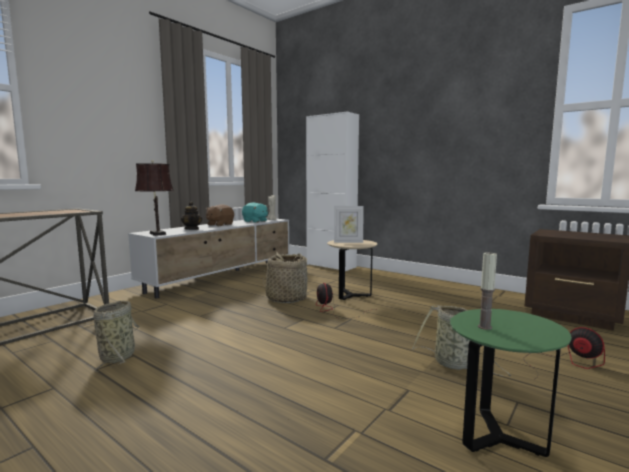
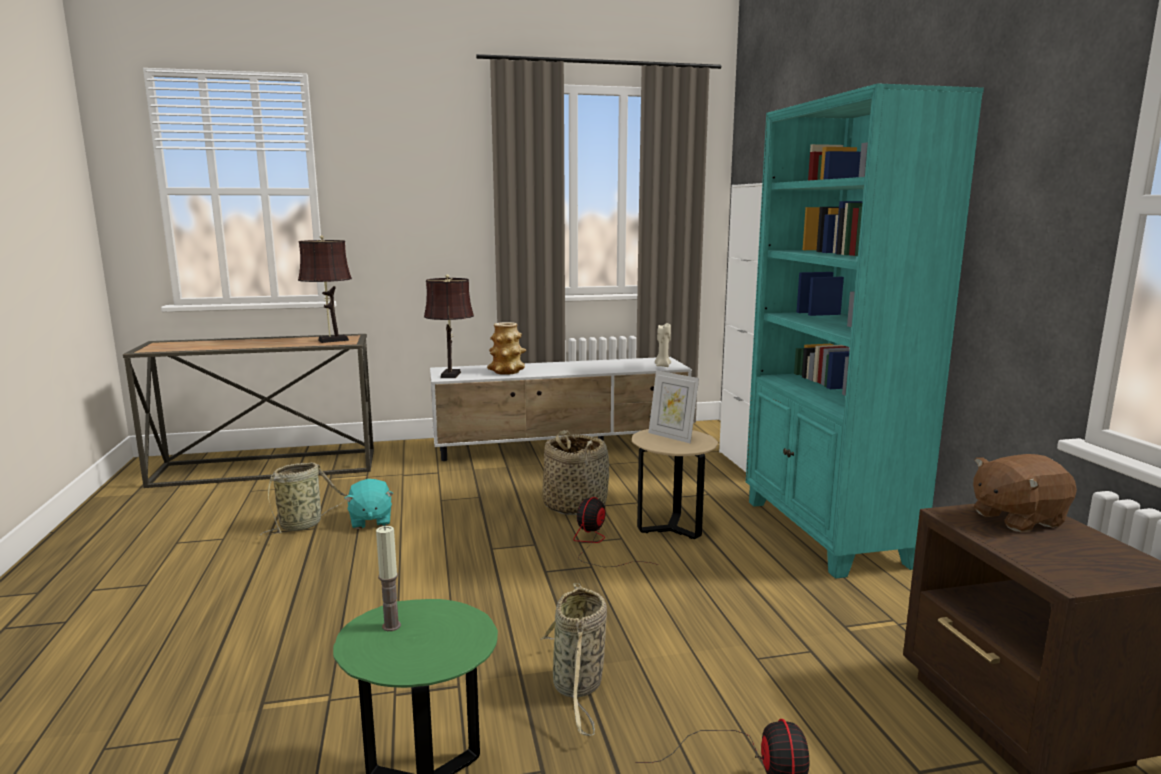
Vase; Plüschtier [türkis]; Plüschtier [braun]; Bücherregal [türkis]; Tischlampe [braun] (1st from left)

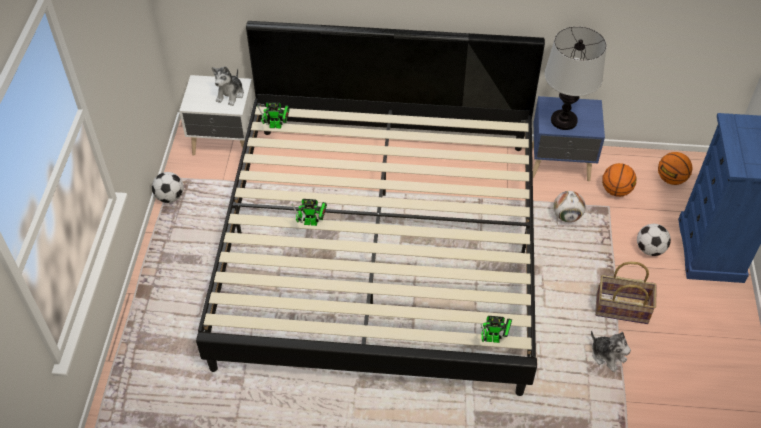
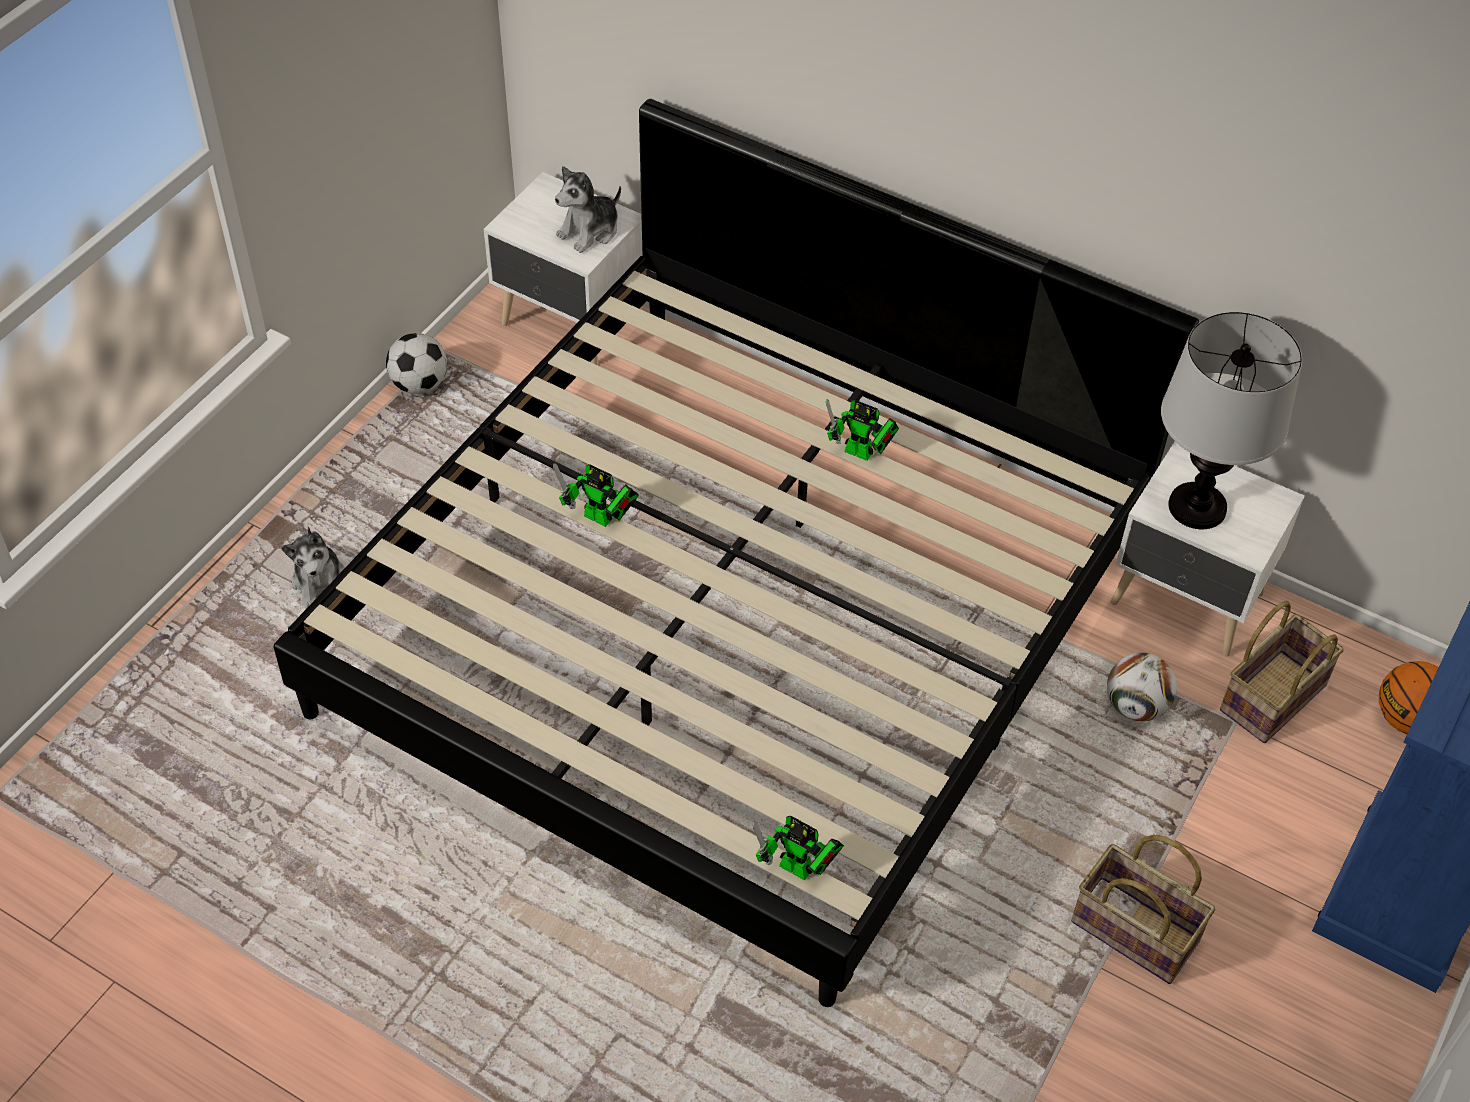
Nachttisch [weiß] (2nd from left); Spielzeugroboter (3rd from left); Korb (2nd from left); Fußball (3rd from left in the first image); Plüschtier (1st from left)

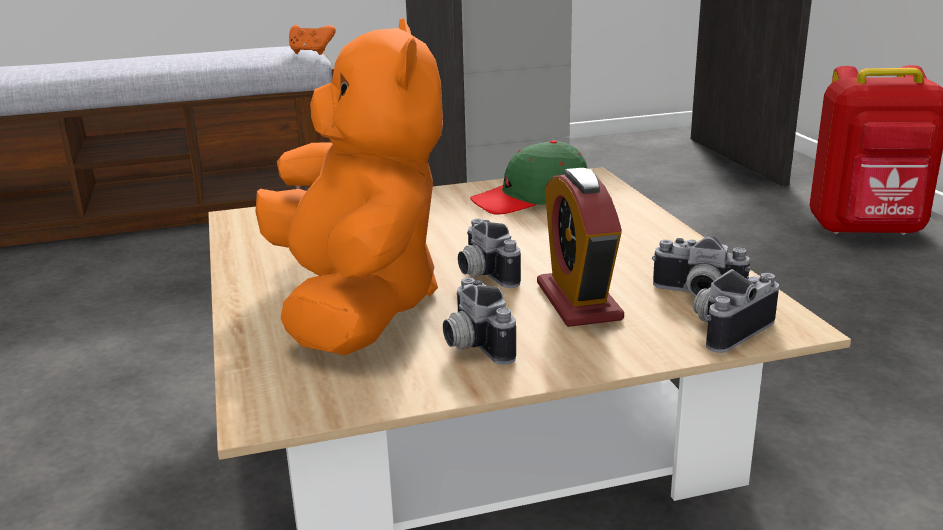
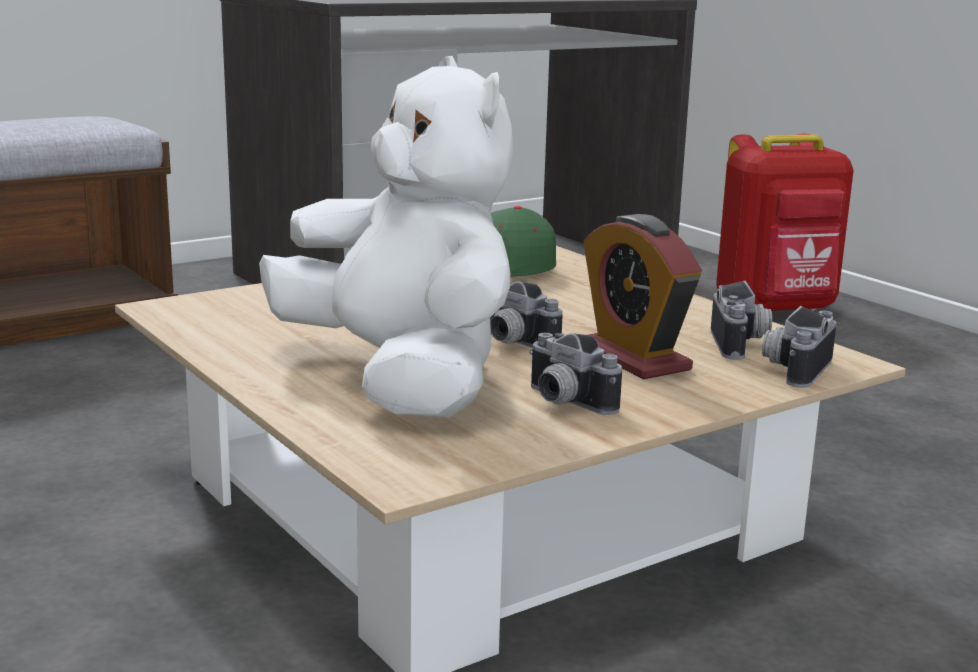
Plüschtier [weiß]; Gamepad [orange]; Kamera (3rd from left)

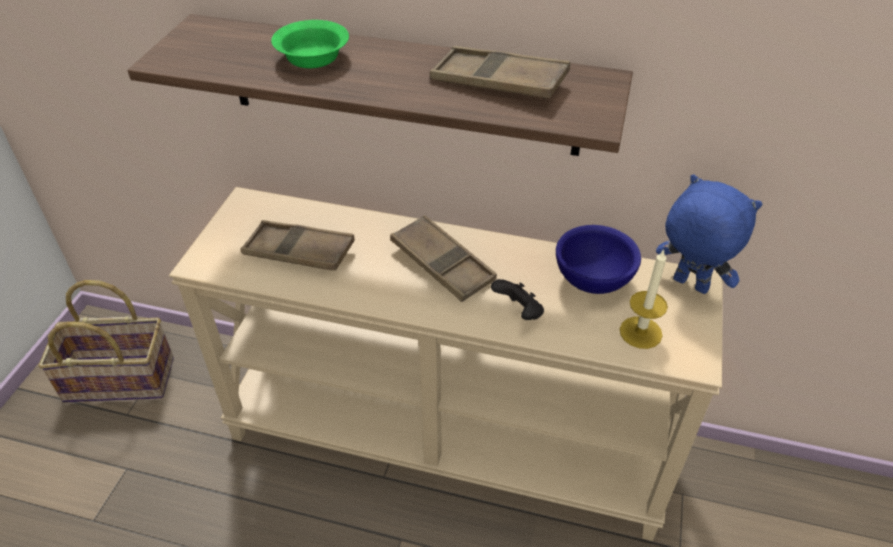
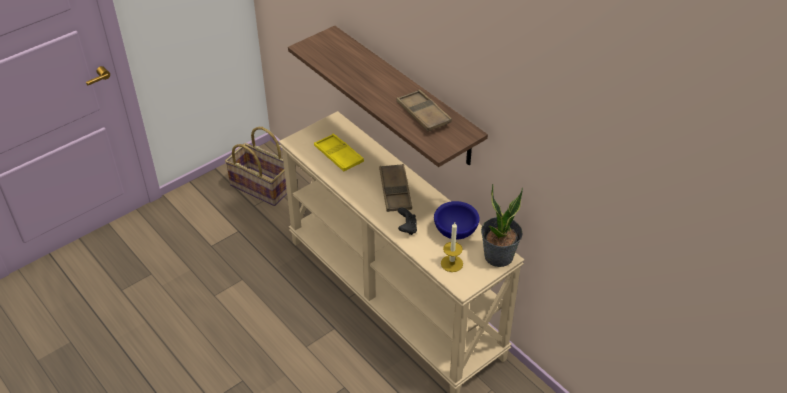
Schüssel [grün]; Topfpflanze; Tablett [gelb]

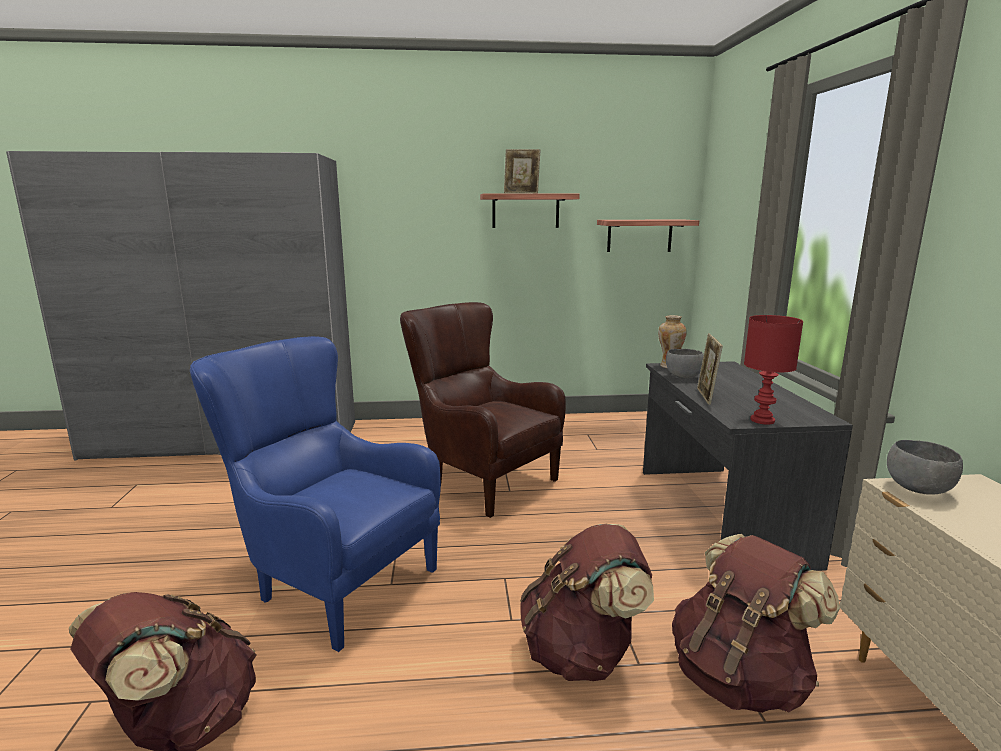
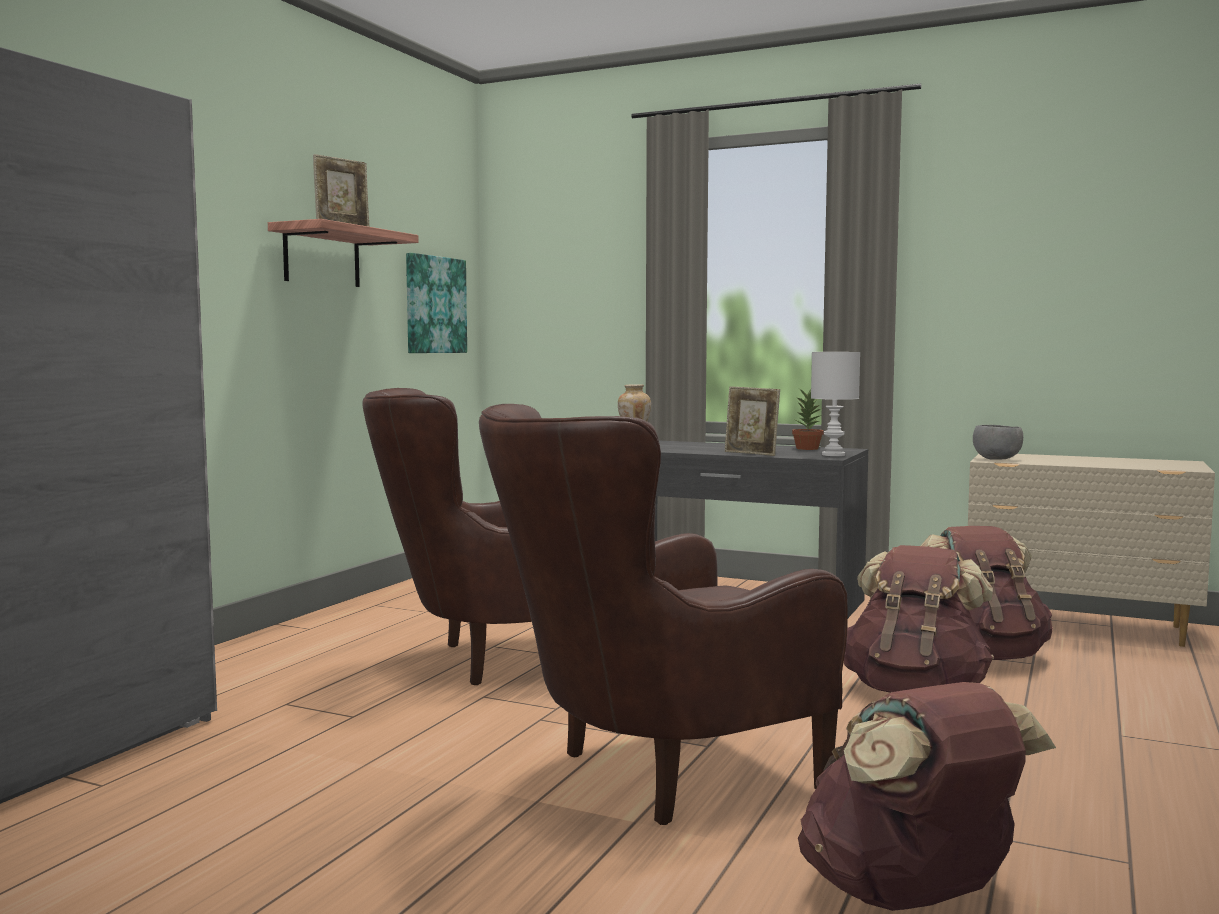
Bild; Tischlampe [weiß]; Sessel [braun] (2nd from left); Schüssel [grau] (1st from left in the first image); Topfpflanze

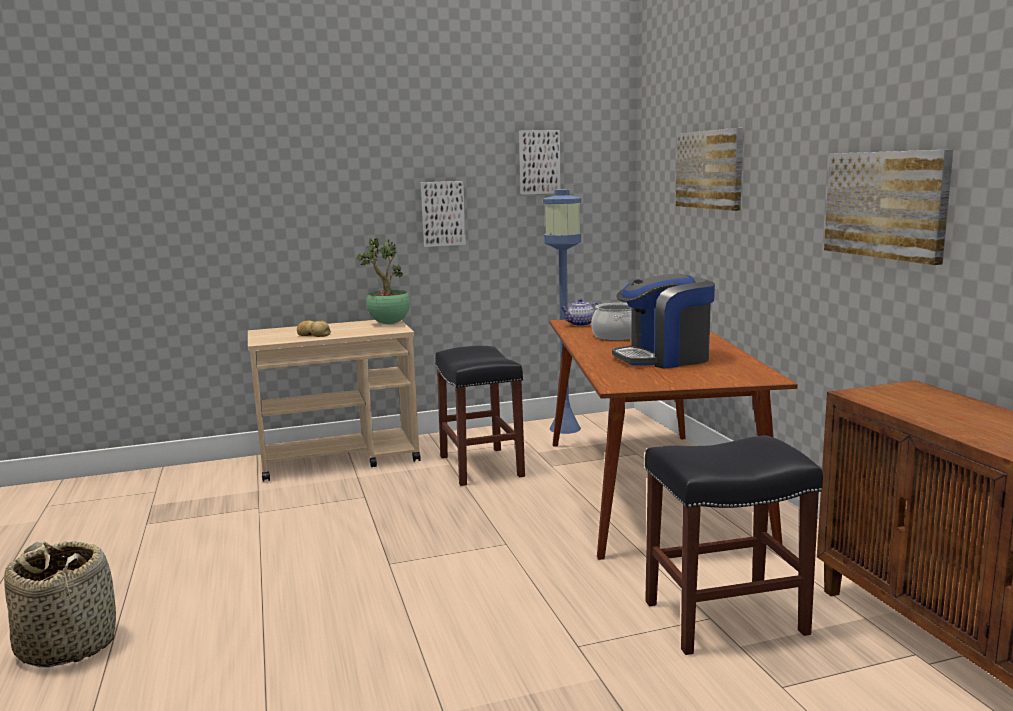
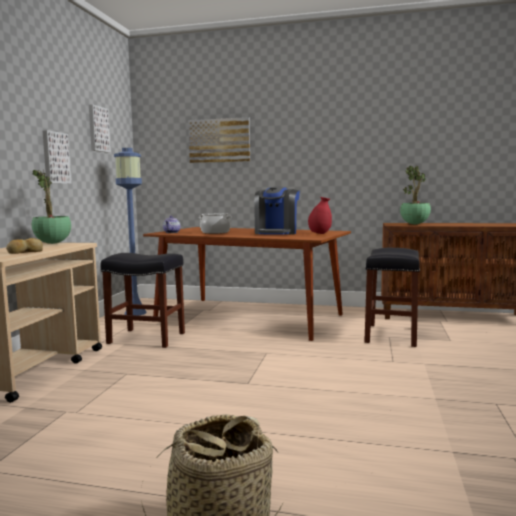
Bild (4th from left in the first image); Topfpflanze (2nd from left); Vase [rot]

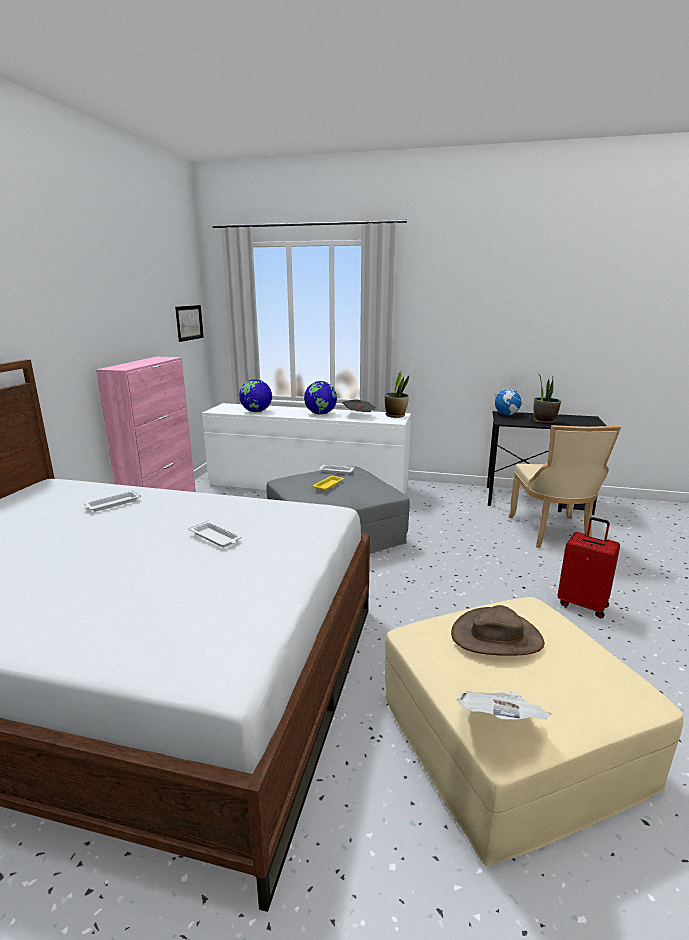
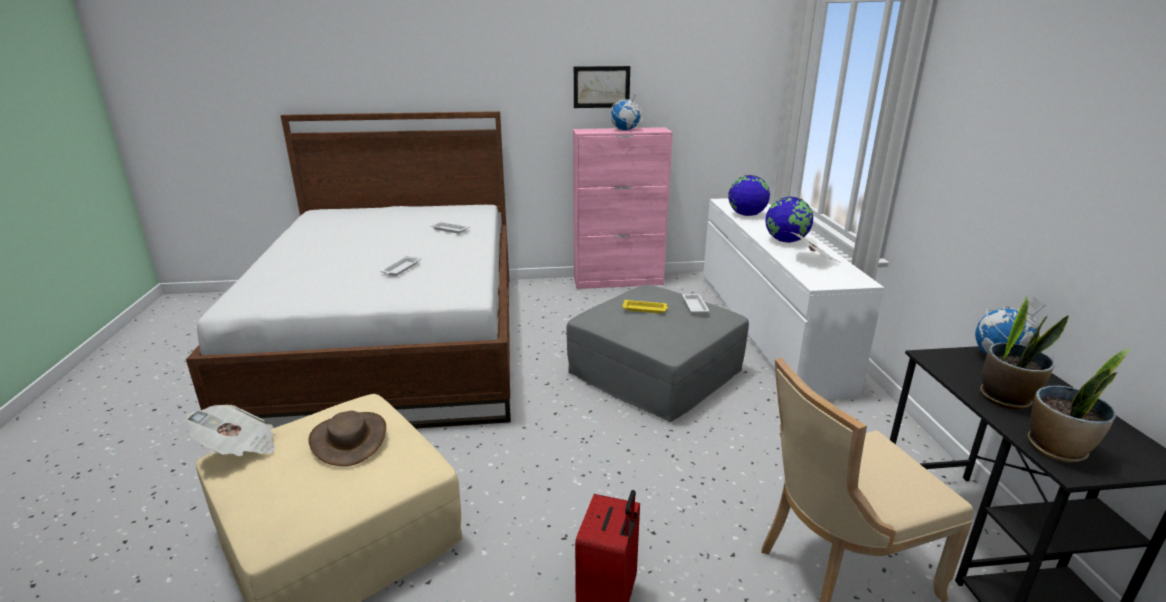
Bild; Topfpflanze (2nd from left); Globus (1st from left)

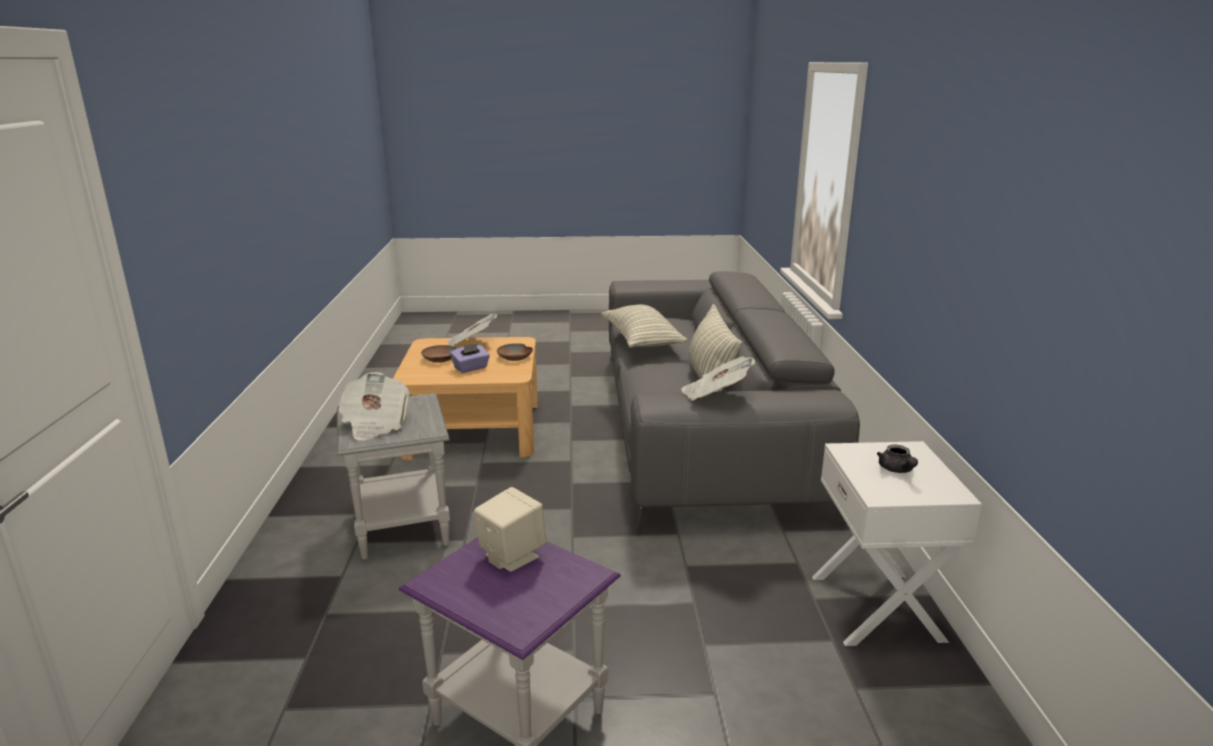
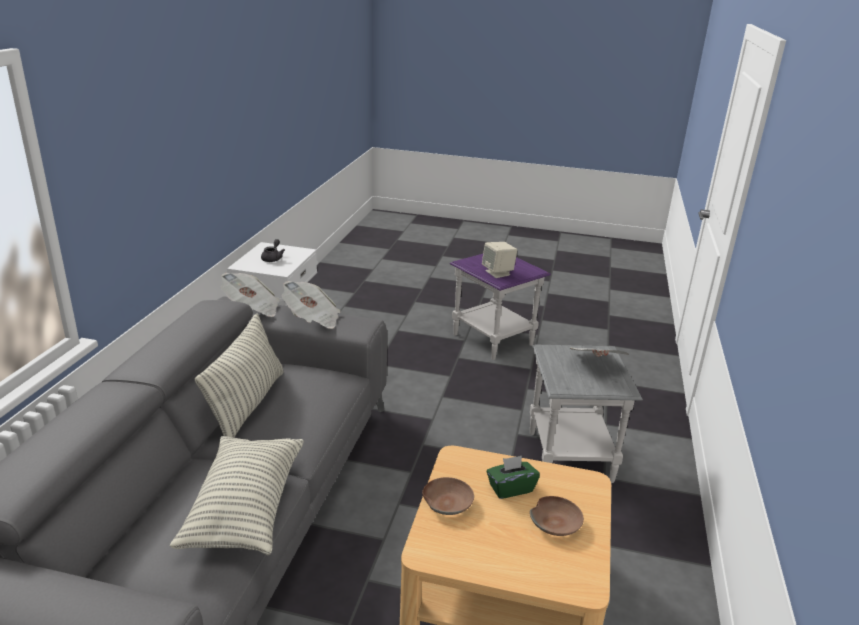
Zeitung (1st from left); Taschentuchbox [grün]

